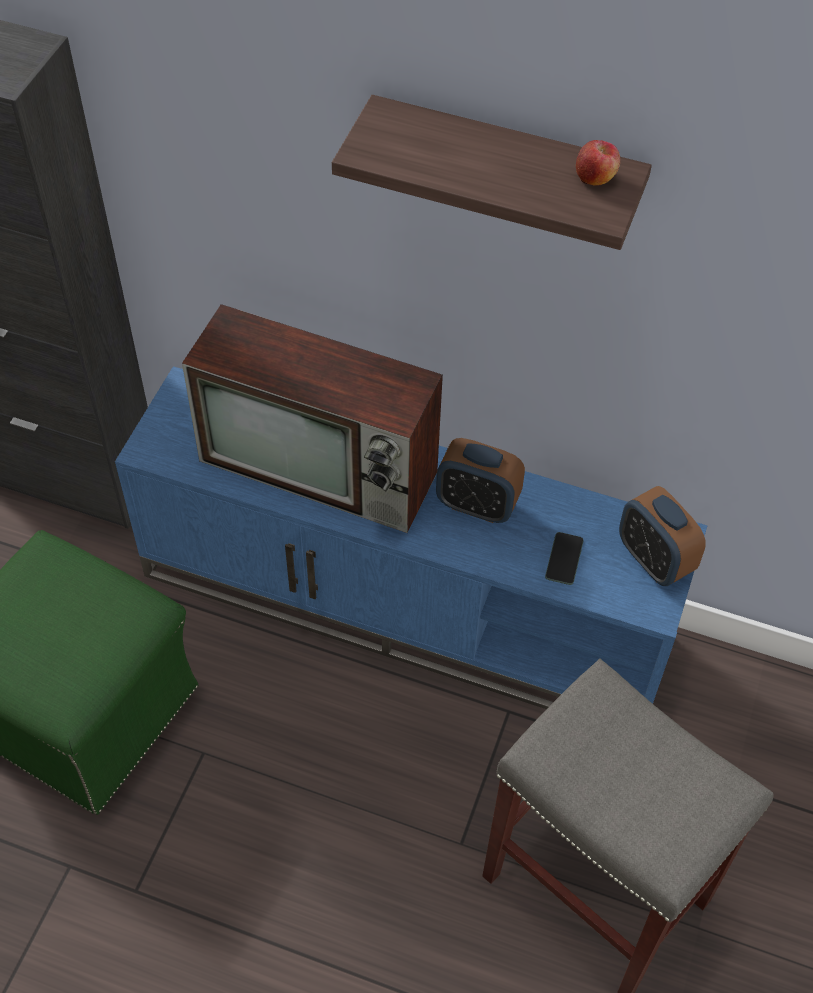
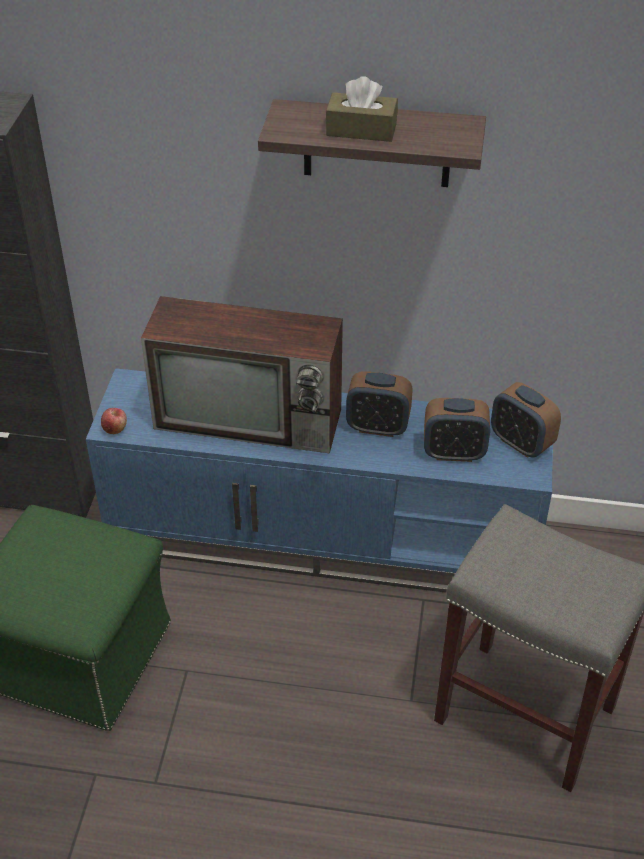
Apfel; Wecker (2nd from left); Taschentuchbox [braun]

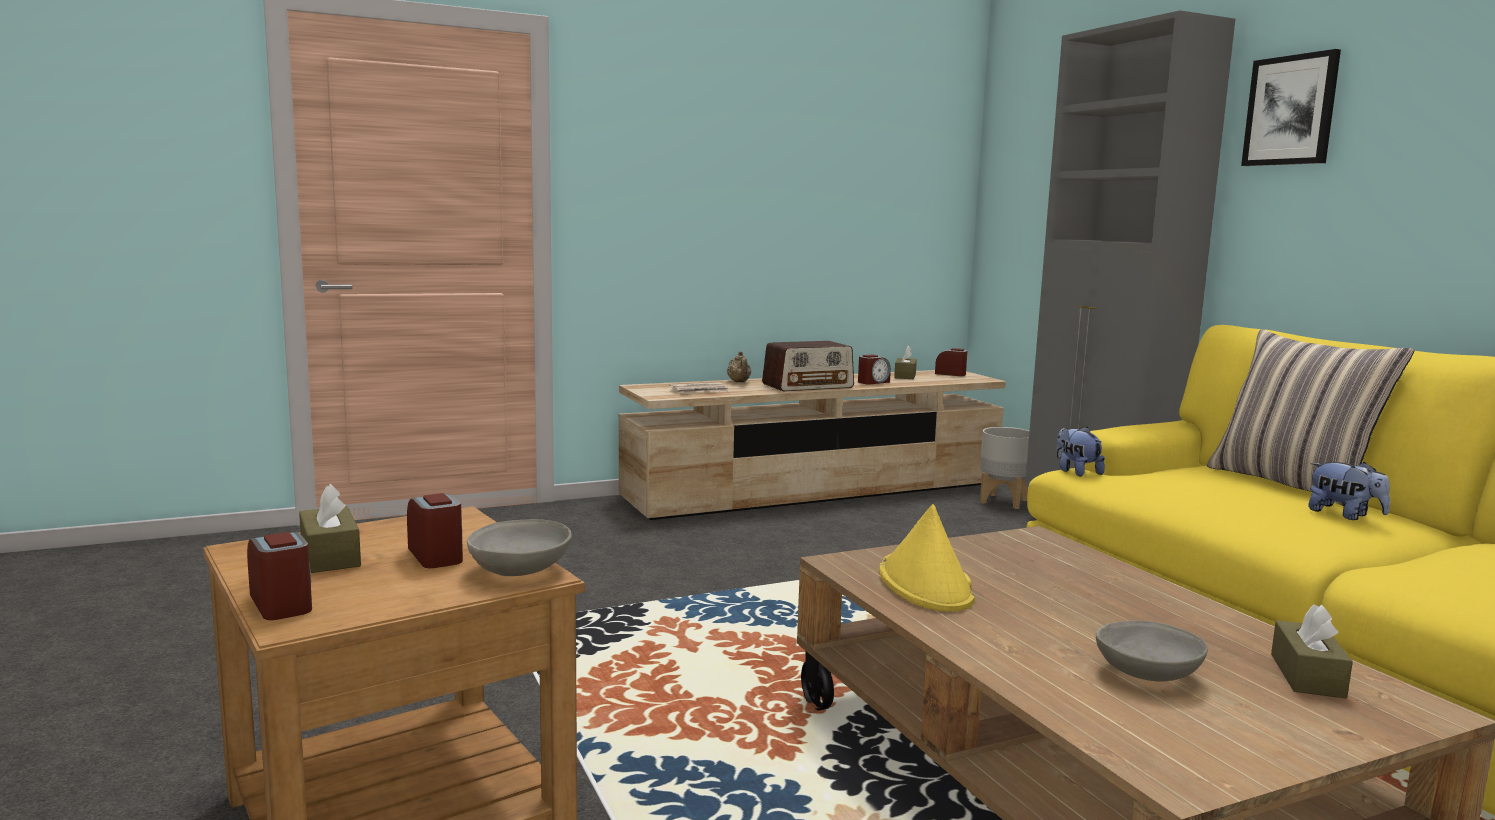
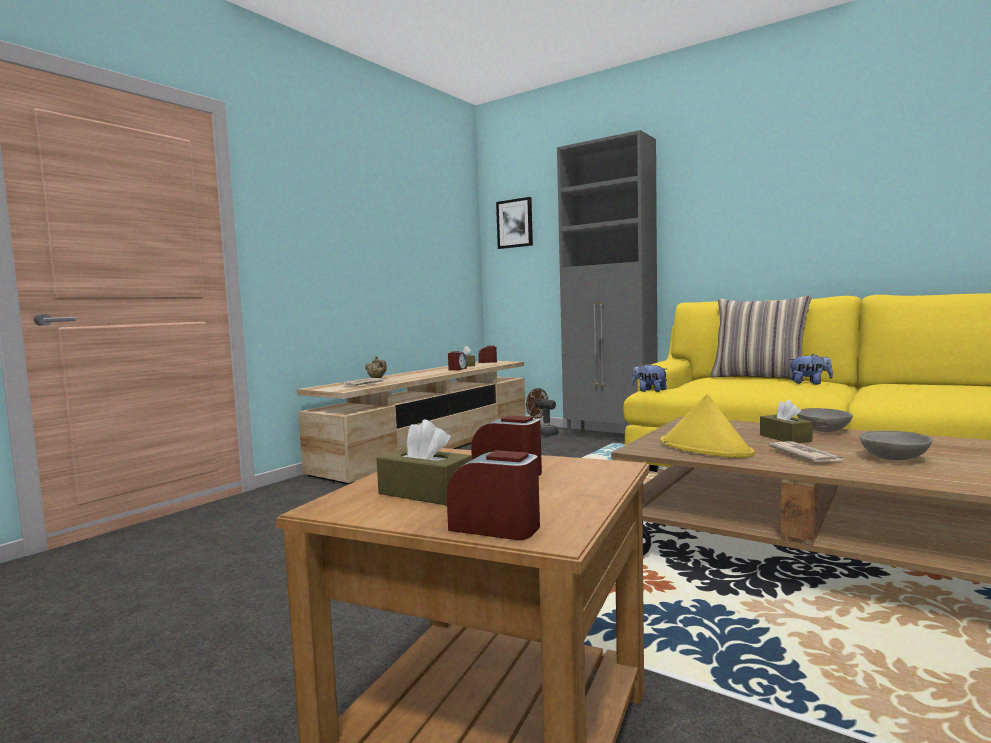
Bild; Radio; Ventilator [braun]; Schüssel [grau] (1st from left); Taschentuchbox [braun] (3rd from left); Zeitung (2nd from left)

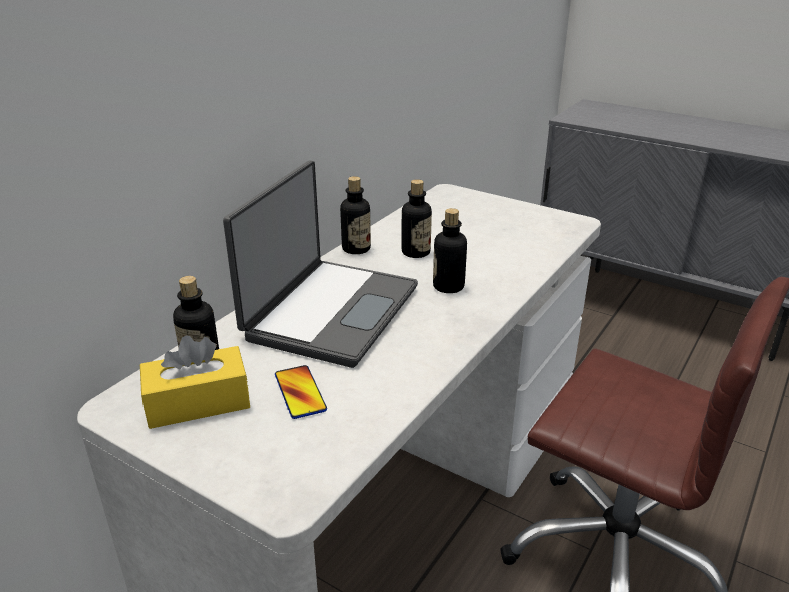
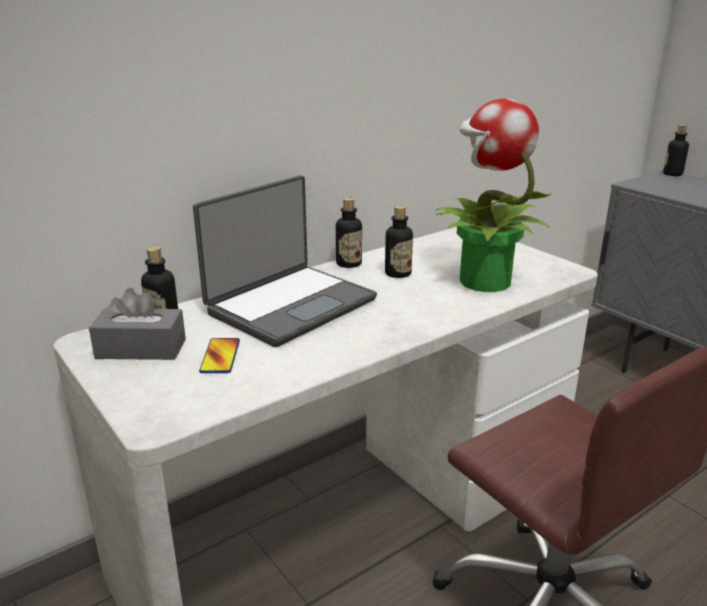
Flasche (4th from left); Taschentuchbox [grau]; Topfpflanze

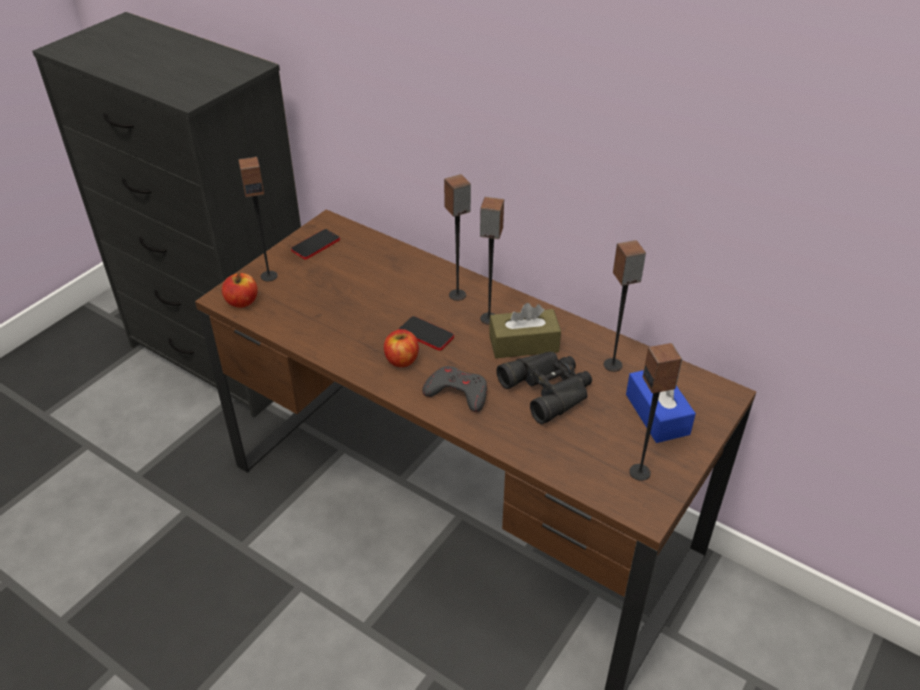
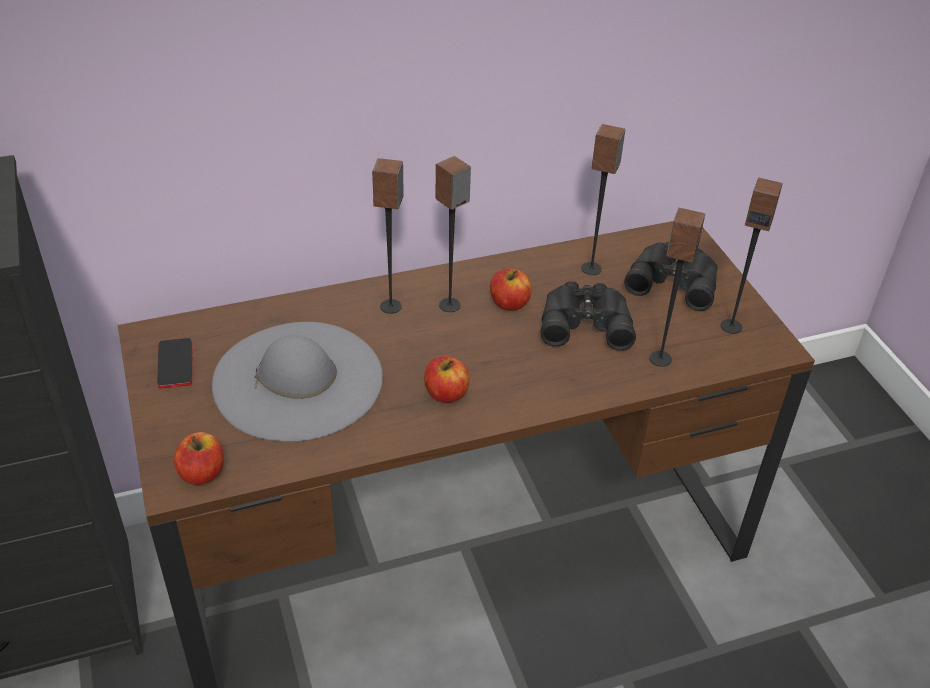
Lautsprecher (4th from left); Apfel (3rd from left); Handy (2nd from left in the first image); Gamepad [grau]; Fernglas [schwarz] (2nd from left); Hut [grau]

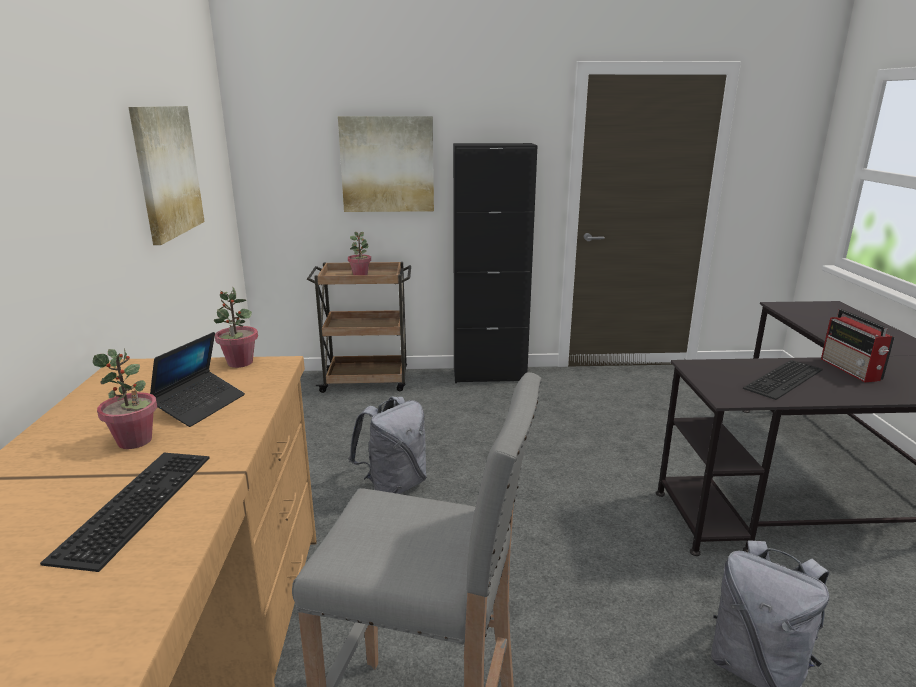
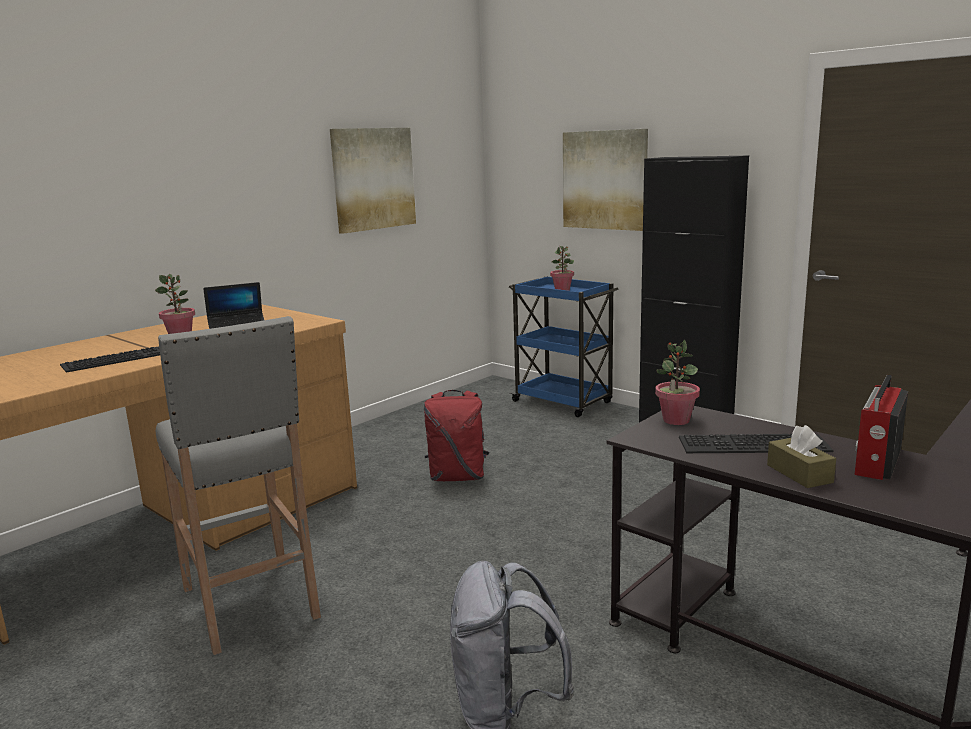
Rollwagen [blau]; Topfpflanze (3rd from left); Rucksack [rot]; Taschentuchbox [braun]

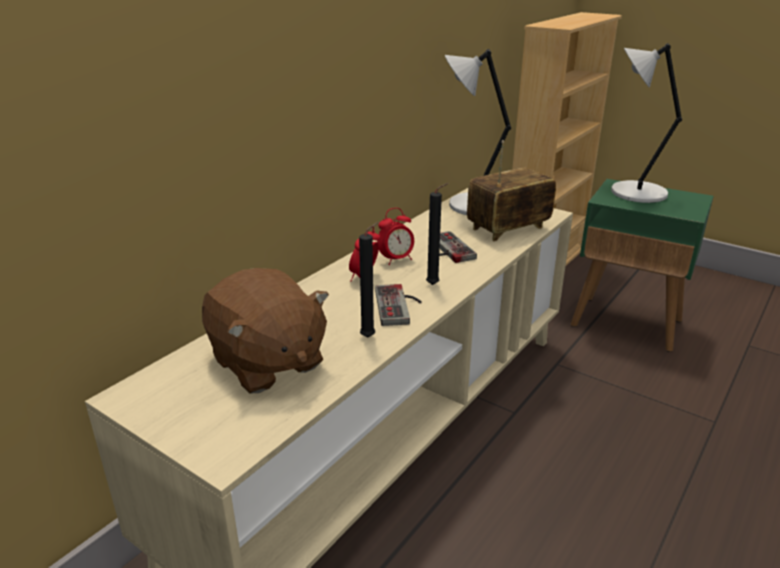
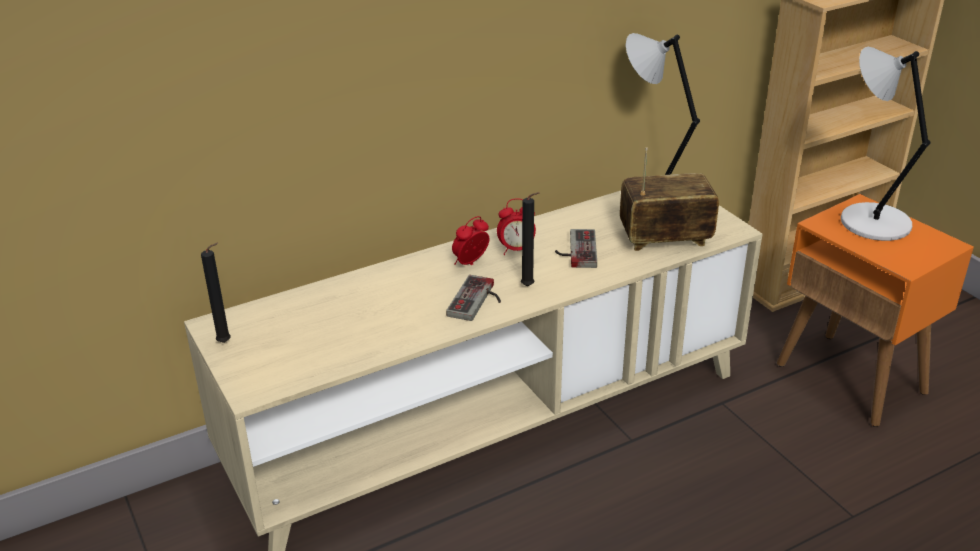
Beistelltisch [orange]; Kerze [schwarz] (1st from left); Plüschtier [braun]

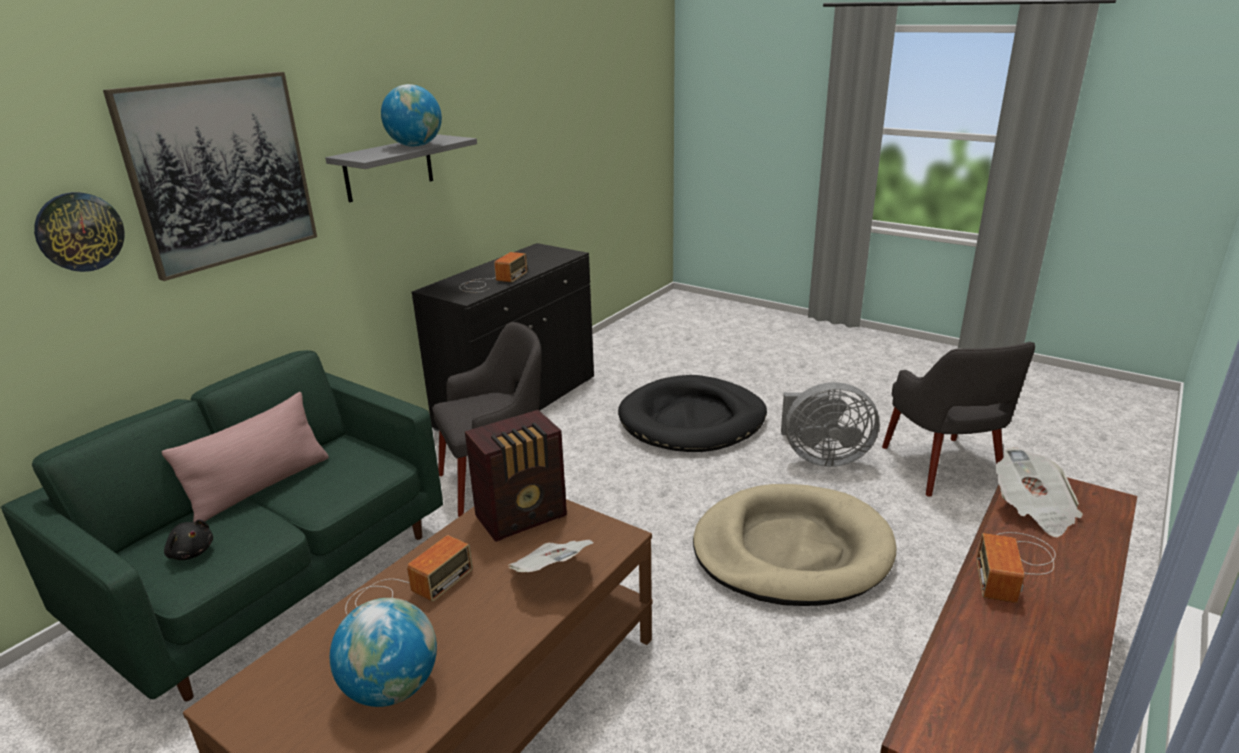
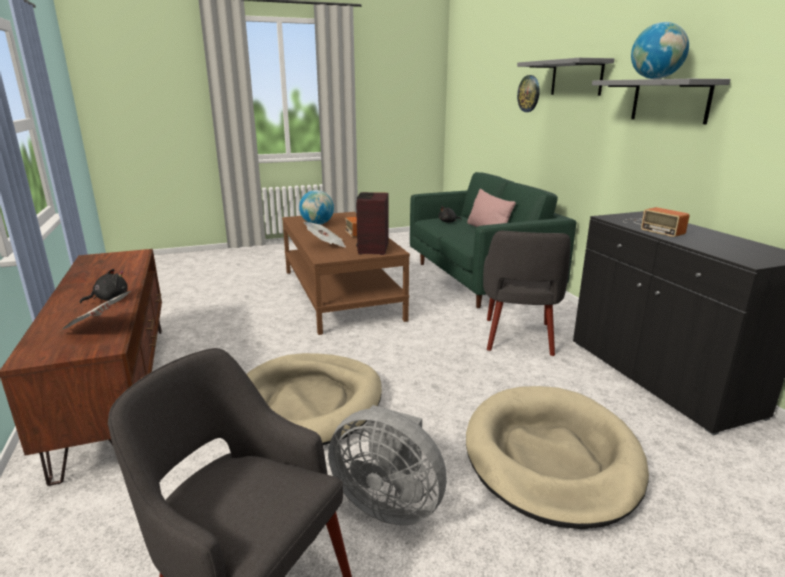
Wandregal [grau] (1st from left); Hundebett [beige] (2nd from left); Ventilator [grau]; Plüschtier [schwarz] (1st from left)

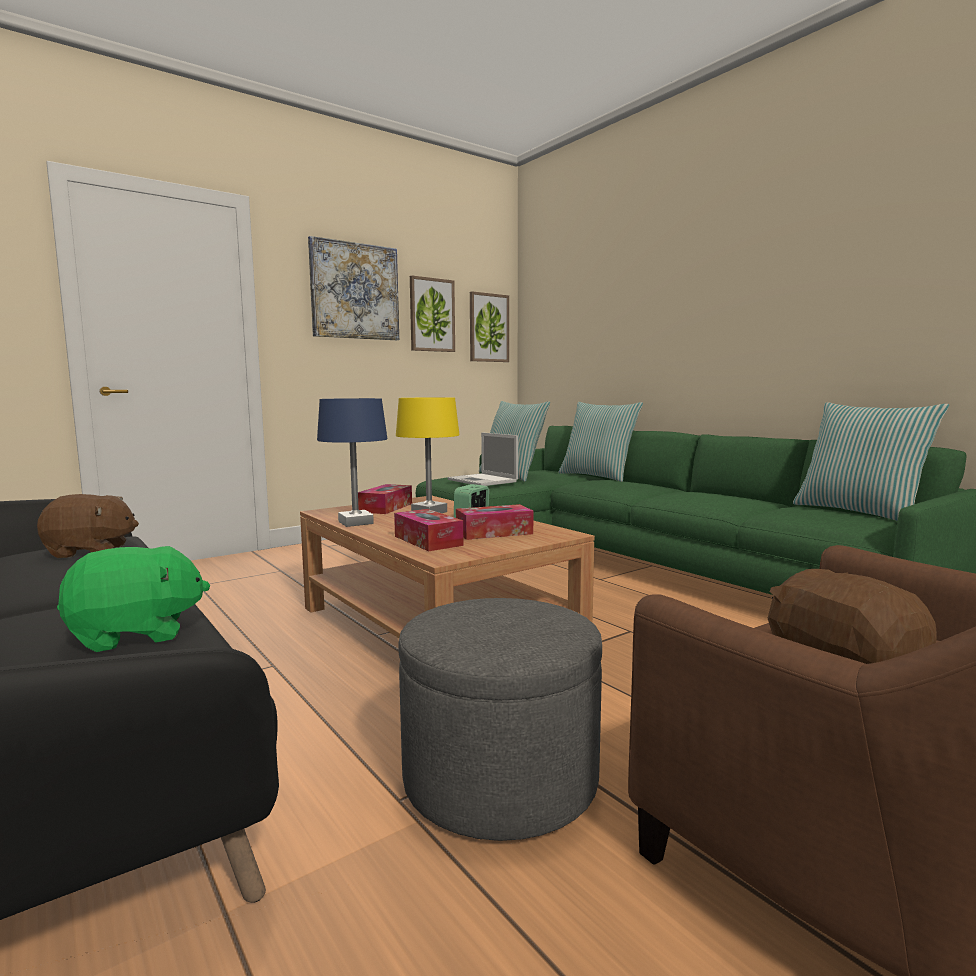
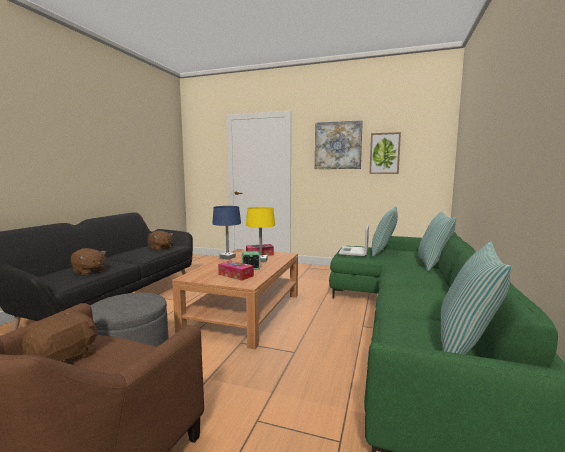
Bild (3rd from left in the first image); Taschentuchbox (2nd from left in the first image); Plüschtier [braun] (2nd from left)

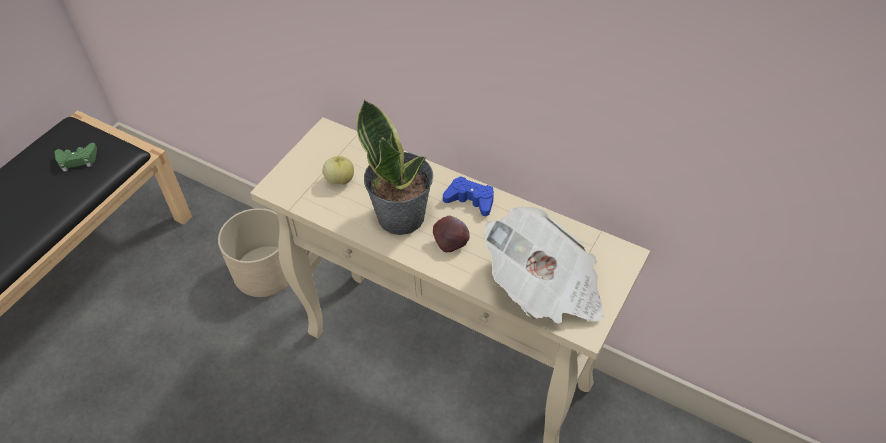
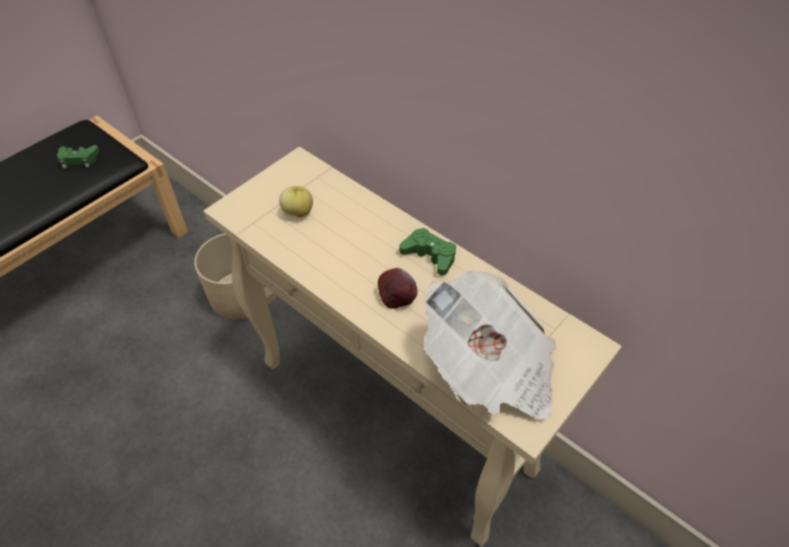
Topfpflanze; Gamepad [grün] (2nd from left)

